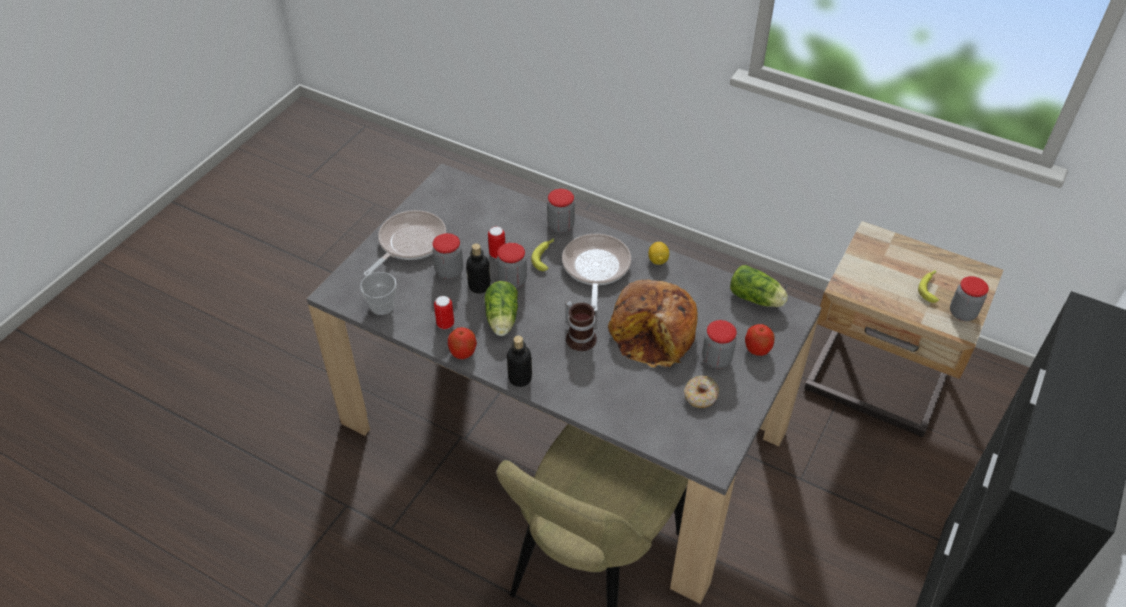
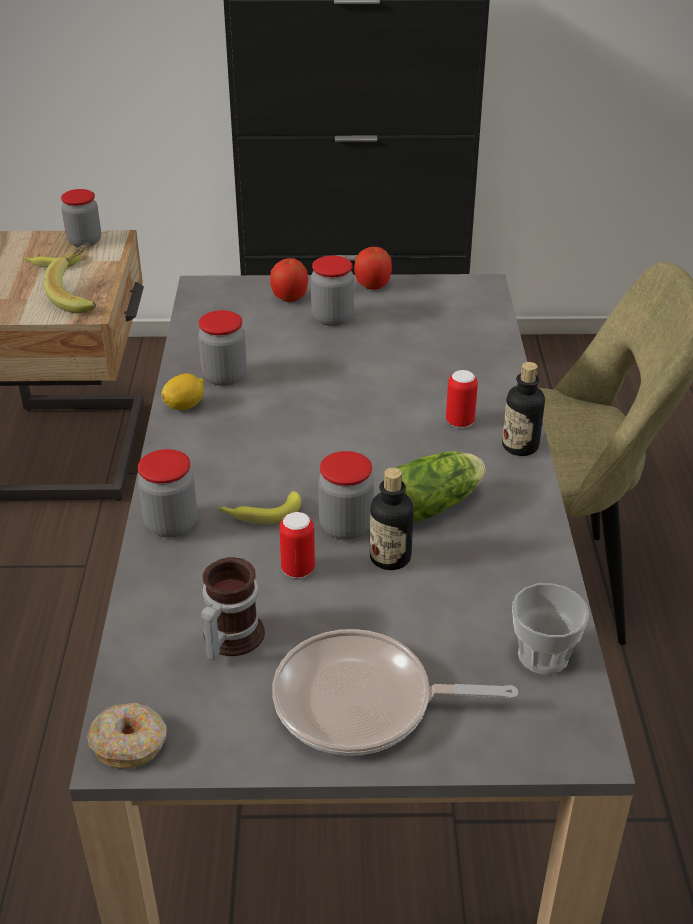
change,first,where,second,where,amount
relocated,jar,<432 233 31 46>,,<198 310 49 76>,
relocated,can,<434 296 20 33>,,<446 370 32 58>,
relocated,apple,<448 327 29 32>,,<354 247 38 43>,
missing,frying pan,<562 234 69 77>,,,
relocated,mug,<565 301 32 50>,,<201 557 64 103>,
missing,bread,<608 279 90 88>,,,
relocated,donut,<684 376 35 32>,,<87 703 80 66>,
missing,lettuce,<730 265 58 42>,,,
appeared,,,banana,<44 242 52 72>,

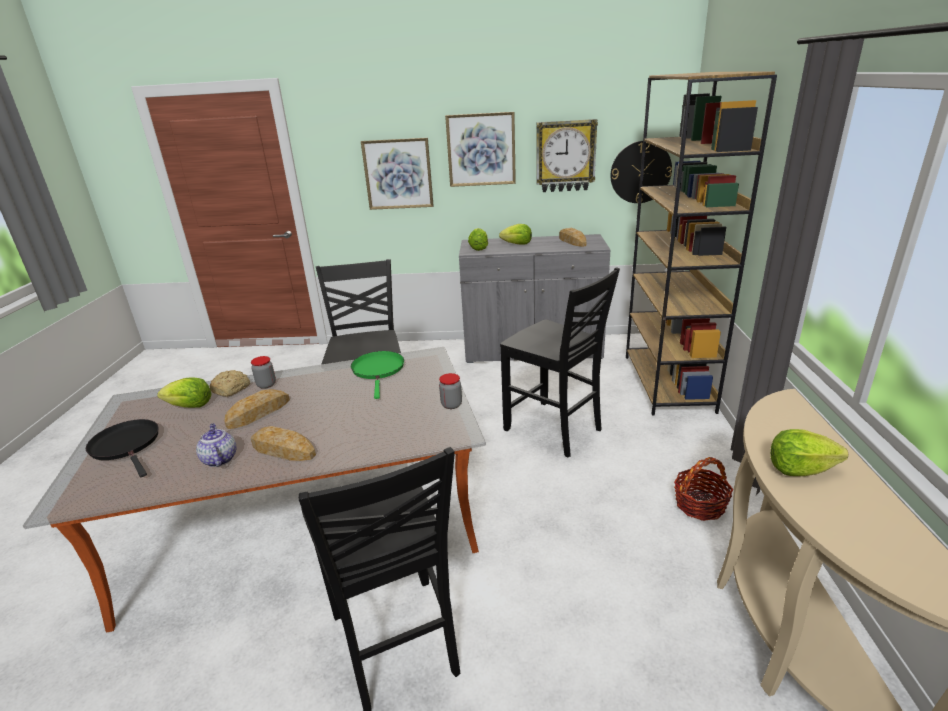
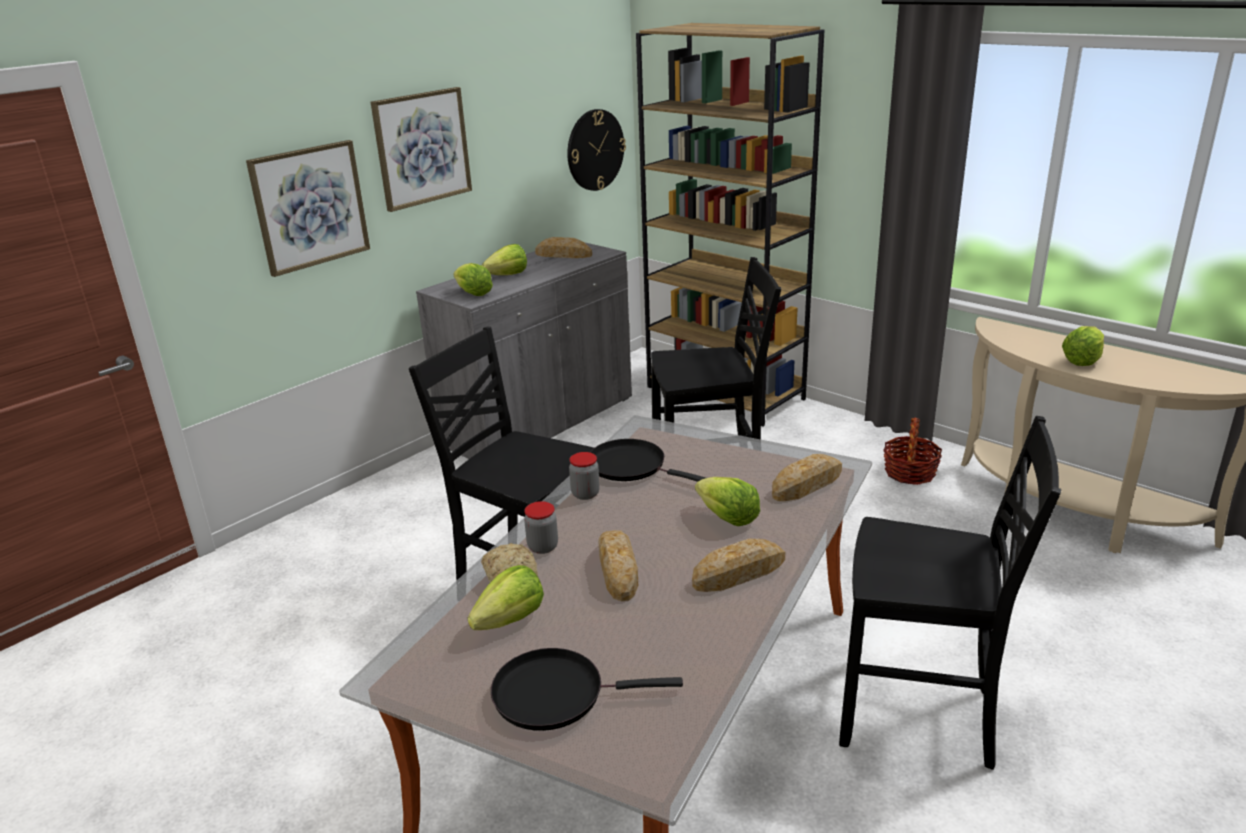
change,first,where,second,where,amount
missing,teapot,<196 423 41 44>,,,
colour,green frying pan,<351 351 53 48>,black frying pan,<590 439 116 43>,
relocated,jar,<439 373 23 36>,,<569 452 31 48>,
missing,wall clock,<536 119 62 73>,,,
appeared,,,lettuce,<695 477 65 49>,
appeared,,,bread,<772 454 70 47>,

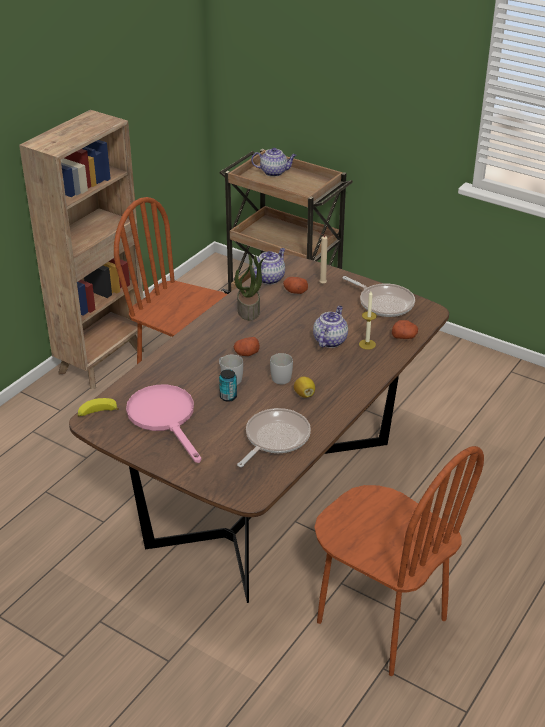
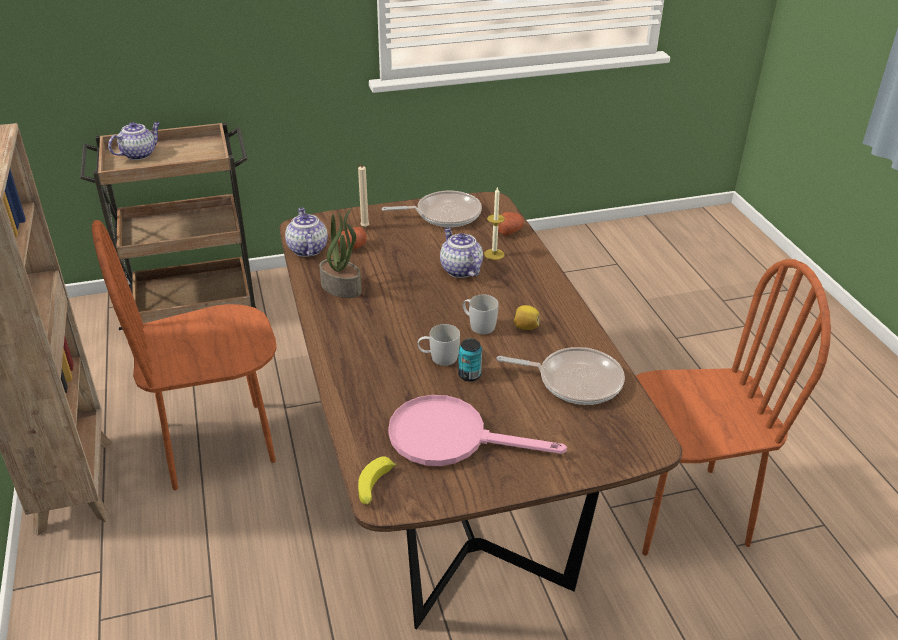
change,first,where,second,where,amount
missing,potato,<234 337 26 19>,,,
spun,frying pan,<237 408 74 59>,,<497 347 128 58>,120 degrees clockwise

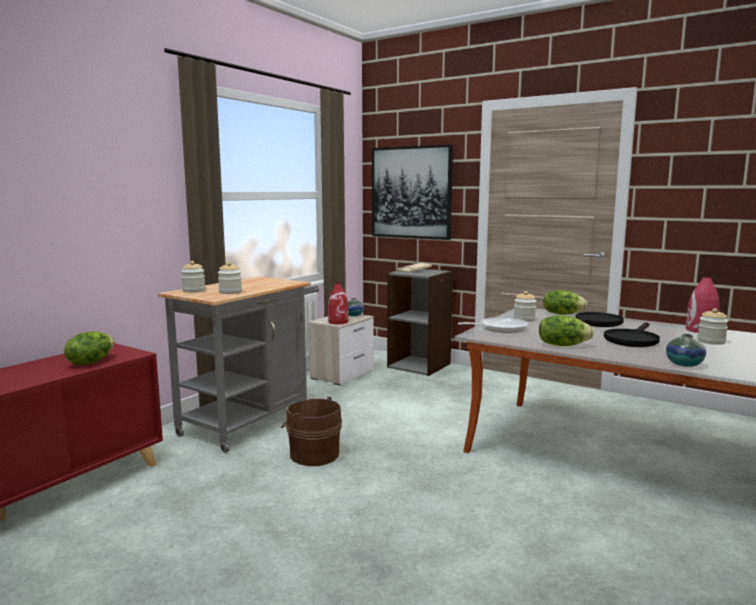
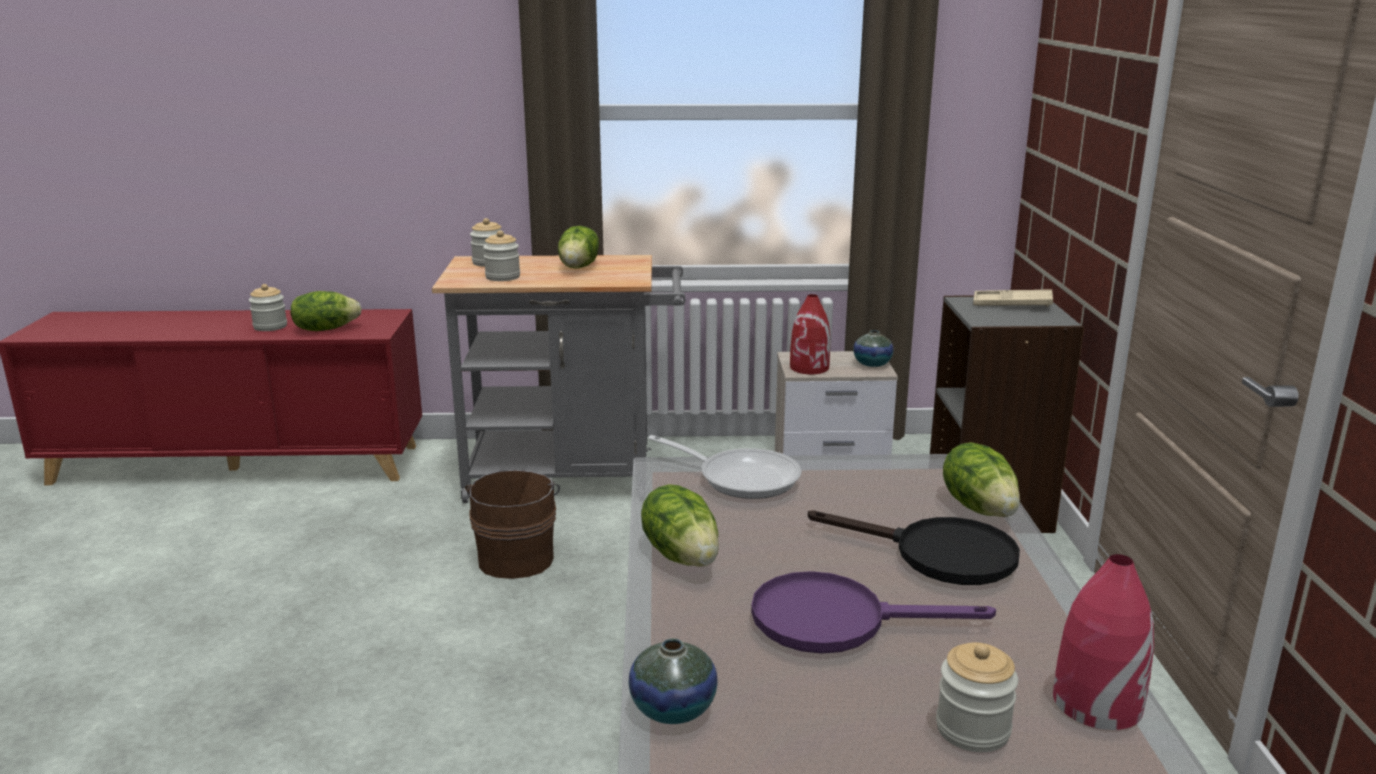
change,first,where,second,where,amount
missing,picture,<372 144 81 96>,,,
relocated,jar,<514 291 22 31>,,<249 284 38 47>,
colour,black frying pan,<604 322 56 25>,purple frying pan,<751 571 245 83>,
appeared,,,lettuce,<558 226 41 43>,

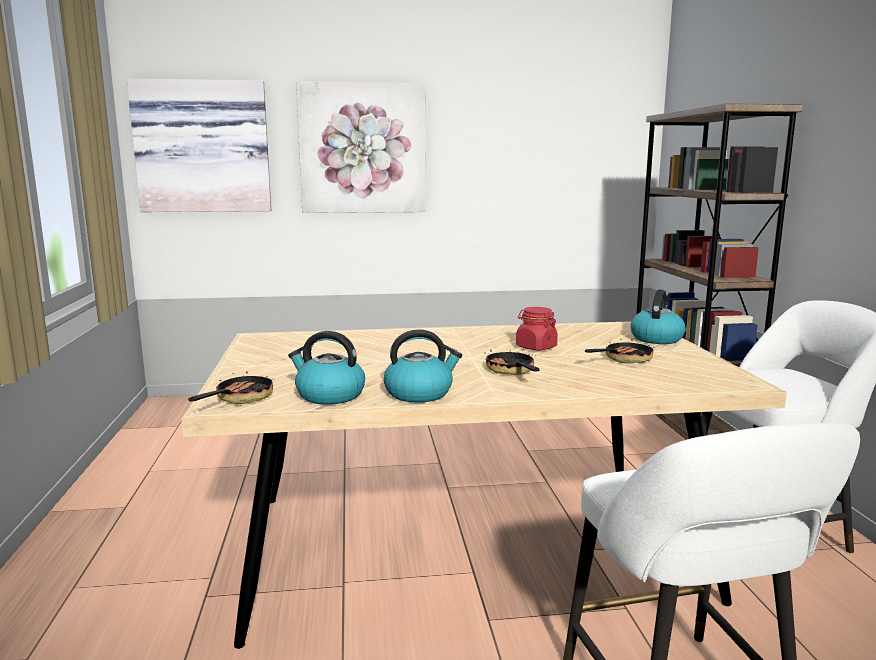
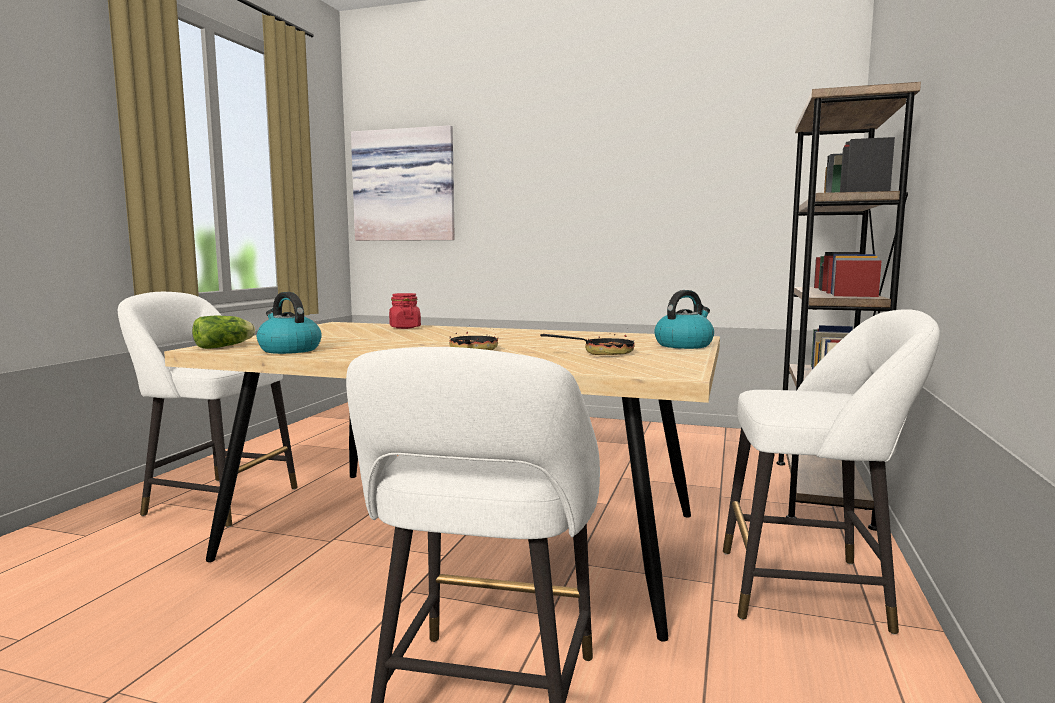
change,first,where,second,where,amount
exchanged,frying pan,<188 371 85 33>,lettuce,<192 316 63 33>,
missing,picture,<296 81 130 132>,,,
missing,kettle,<384 329 78 74>,,,
relocated,red jar,<516 307 42 43>,,<389 293 32 36>,
appeared,,,white stool,<118 292 180 235>,

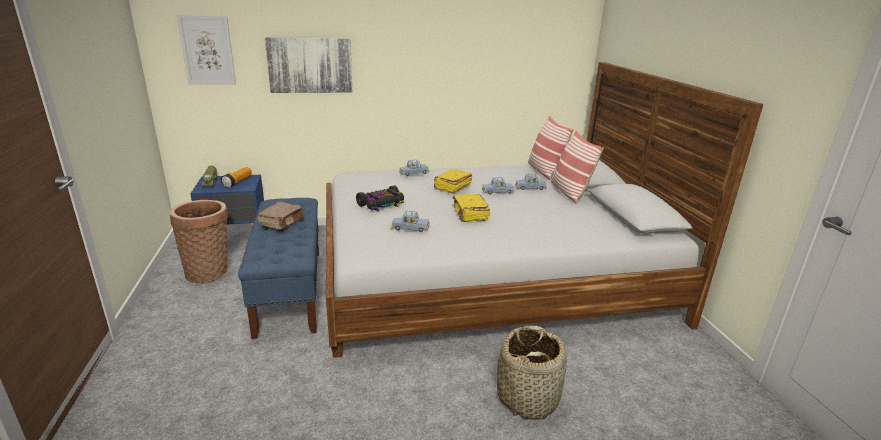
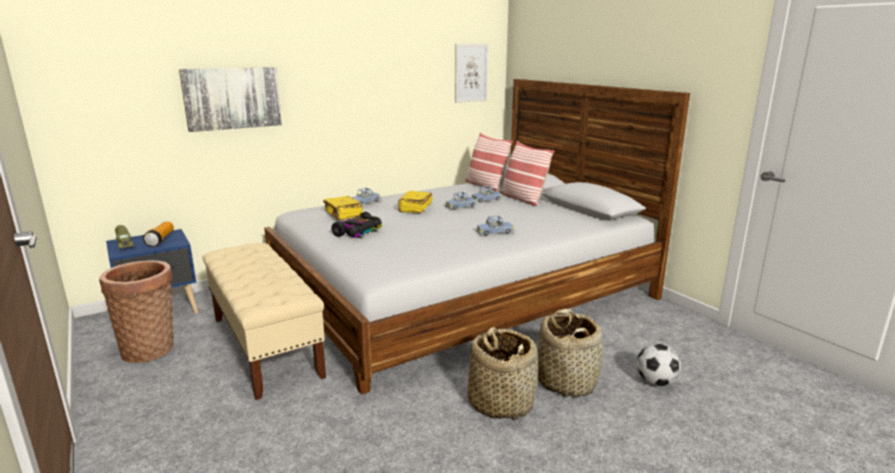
change,first,where,second,where,amount
relocated,picture,<177 15 59 70>,,<455 44 34 59>,
colour,blue bench,<238 198 81 141>,beige bench,<203 243 123 157>,
missing,brown book,<257 202 47 28>,,,
relocated,blue toy car,<391 211 39 21>,,<476 216 38 20>,
relocated,yellow book,<453 194 37 28>,,<323 196 40 24>,
appeared,,,basket,<467 327 71 92>,
appeared,,,football,<637 344 44 42>,

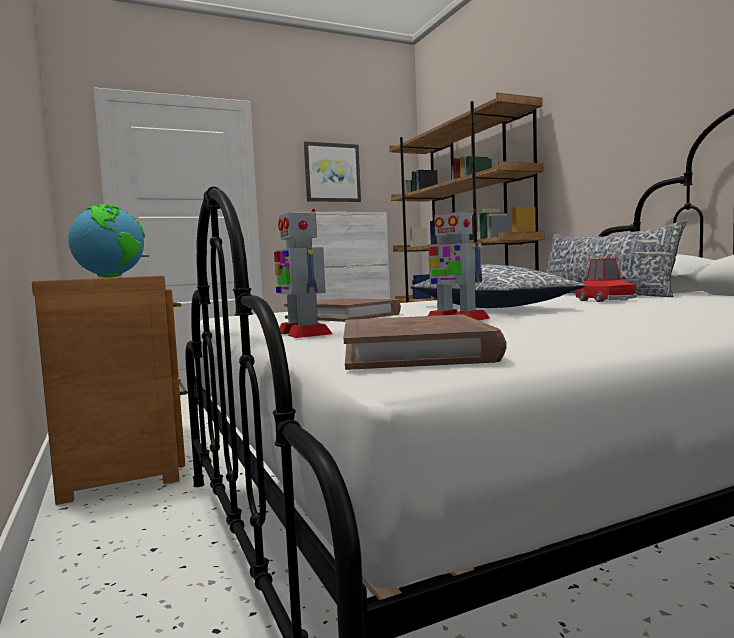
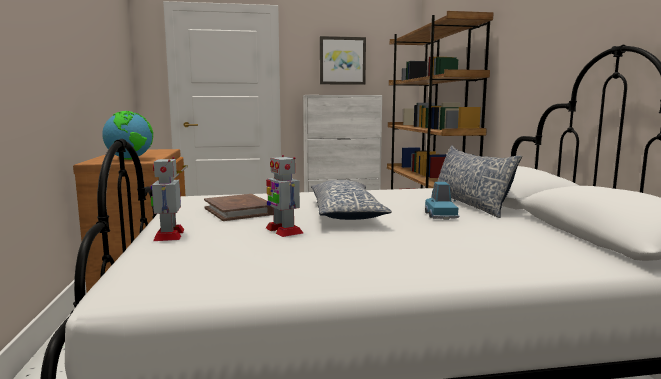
change,first,where,second,where,amount
missing,brown book,<343 315 164 55>,,,
colour,red toy car,<575 258 62 44>,blue toy car,<425 182 34 38>,

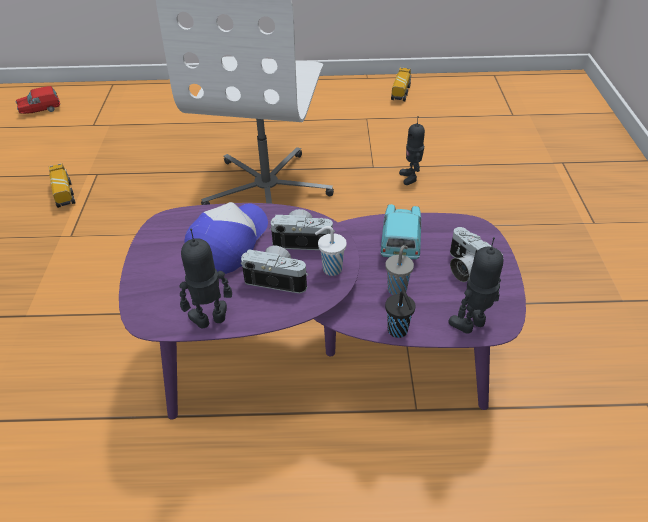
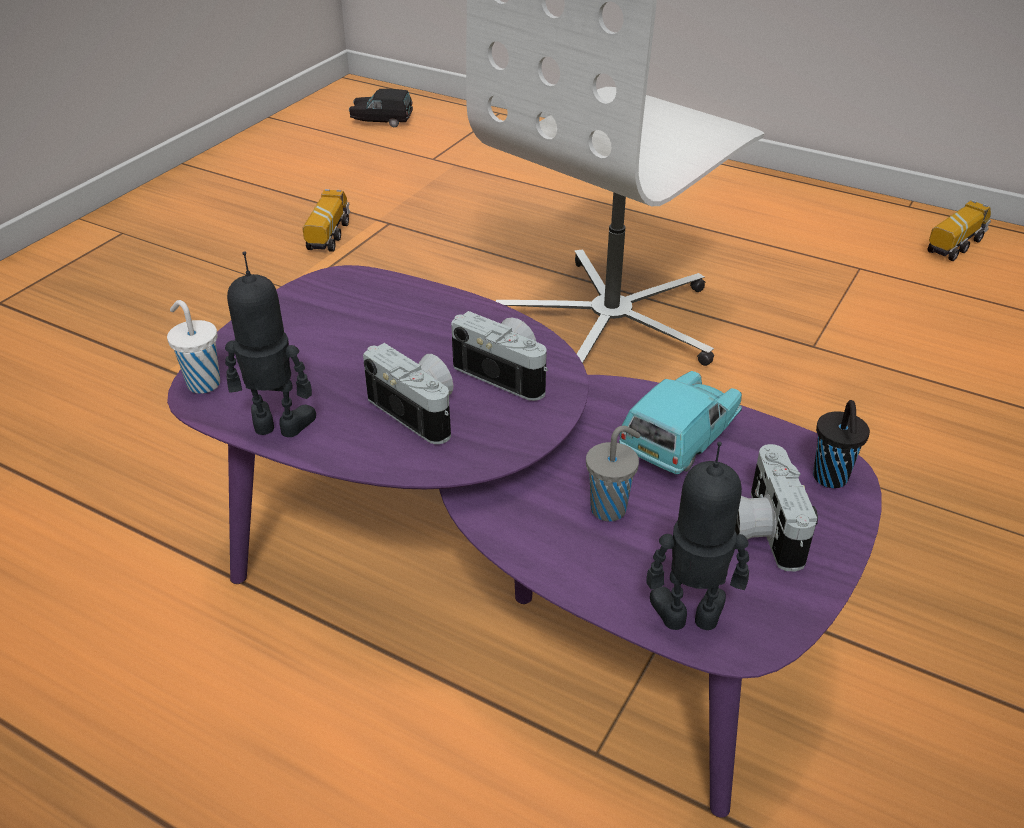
change,first,where,second,where,amount
colour,red toy car,<16 86 44 28>,black toy car,<349 89 64 38>,
missing,cap,<184 202 84 72>,,,
relocated,white cup,<315 226 32 50>,,<167 300 53 94>,
relocated,black cup,<385 291 31 47>,,<813 400 57 88>,
missing,toy robot,<399 116 26 69>,,,

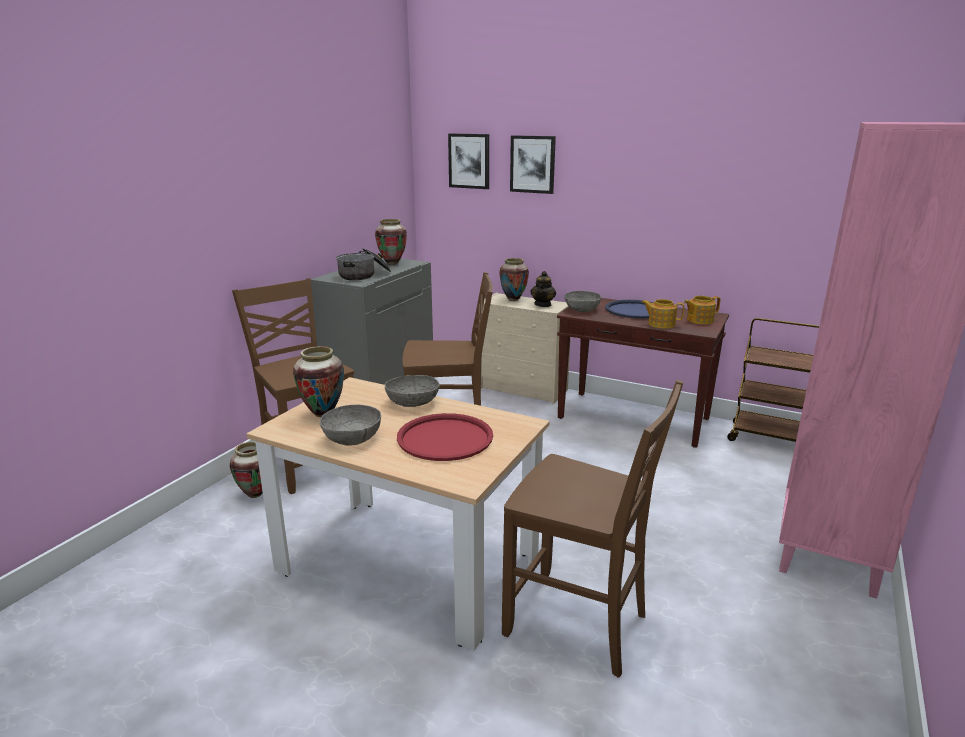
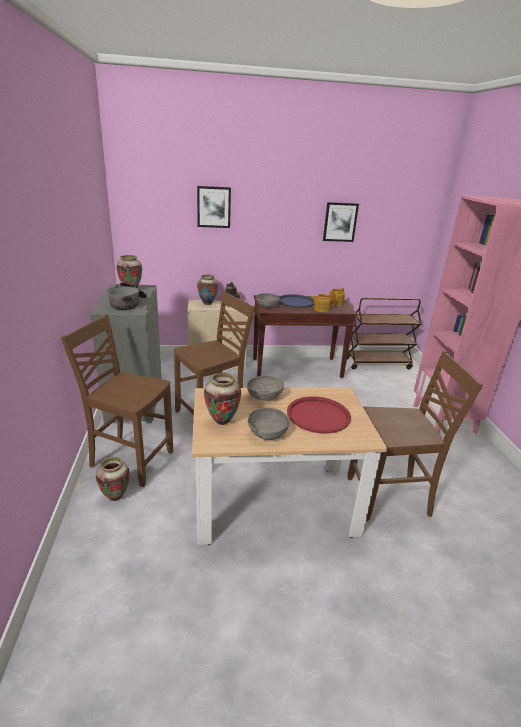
change,first,where,second,where,amount
relocated,picture,<448 134 41 55>,,<323 202 36 40>,

